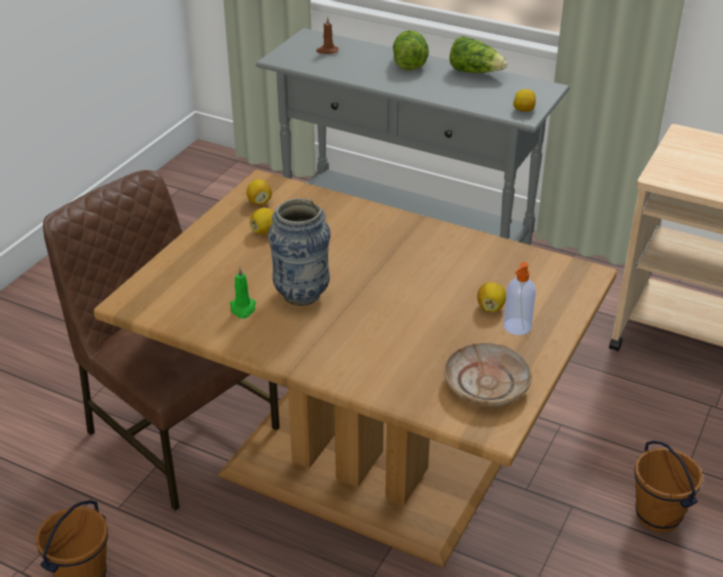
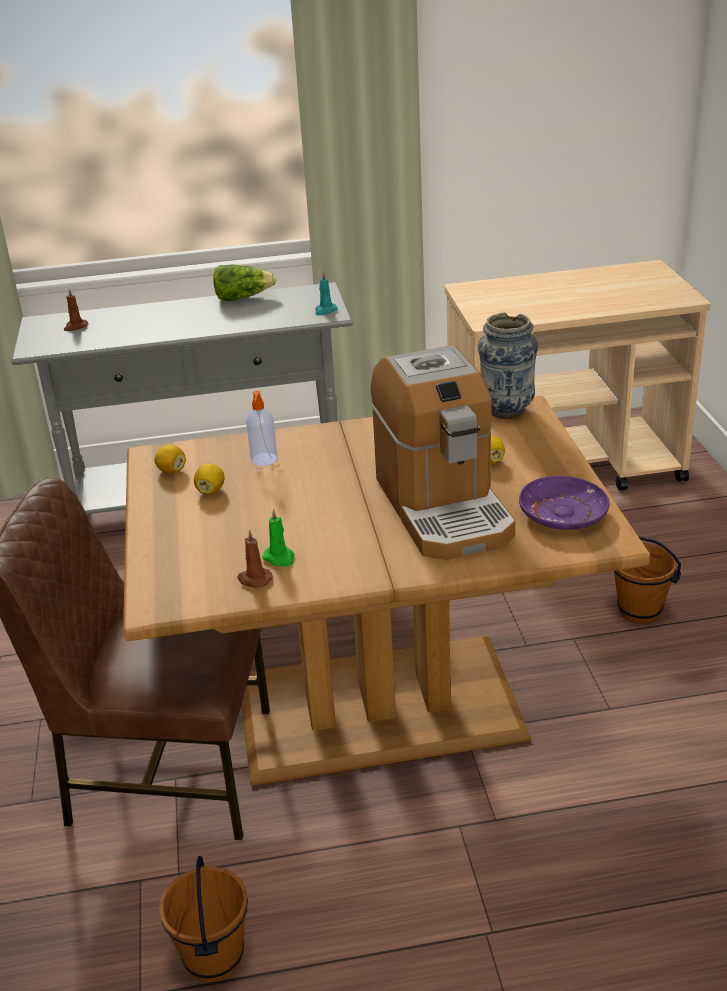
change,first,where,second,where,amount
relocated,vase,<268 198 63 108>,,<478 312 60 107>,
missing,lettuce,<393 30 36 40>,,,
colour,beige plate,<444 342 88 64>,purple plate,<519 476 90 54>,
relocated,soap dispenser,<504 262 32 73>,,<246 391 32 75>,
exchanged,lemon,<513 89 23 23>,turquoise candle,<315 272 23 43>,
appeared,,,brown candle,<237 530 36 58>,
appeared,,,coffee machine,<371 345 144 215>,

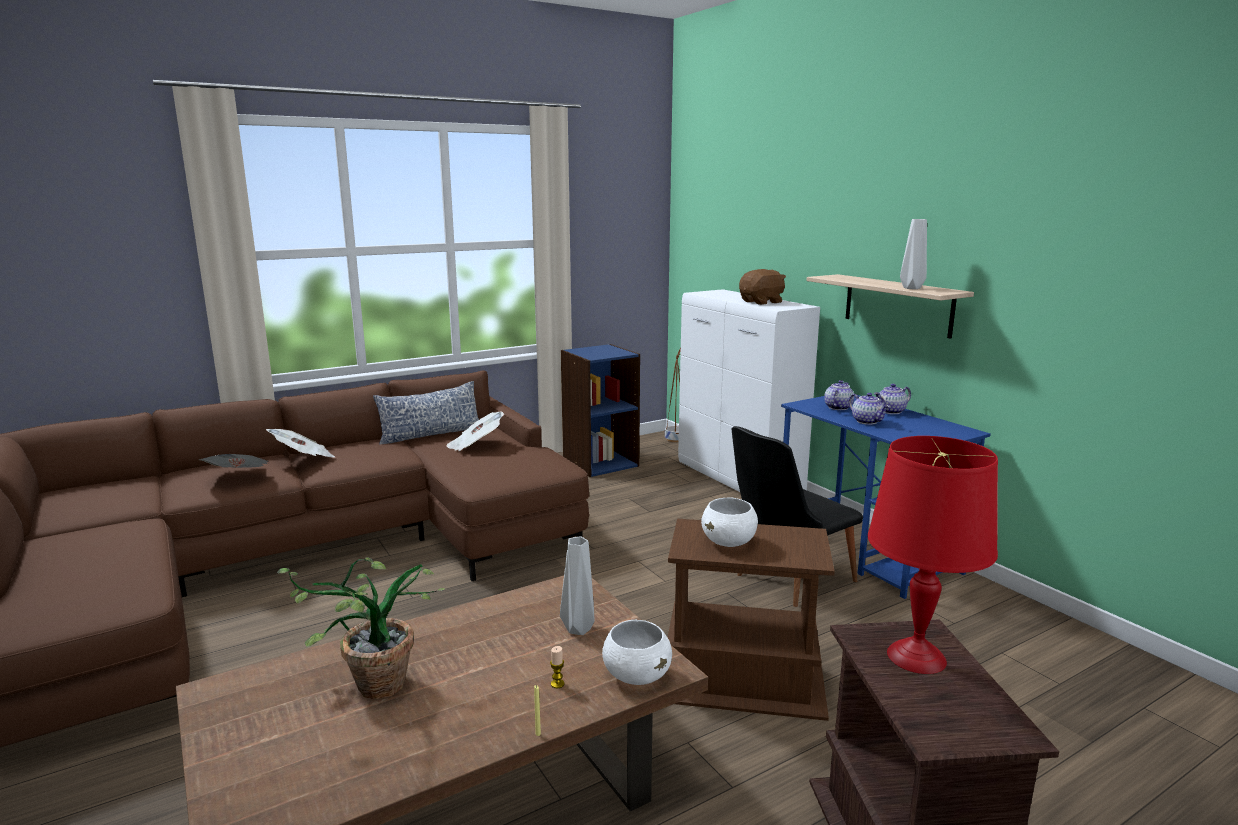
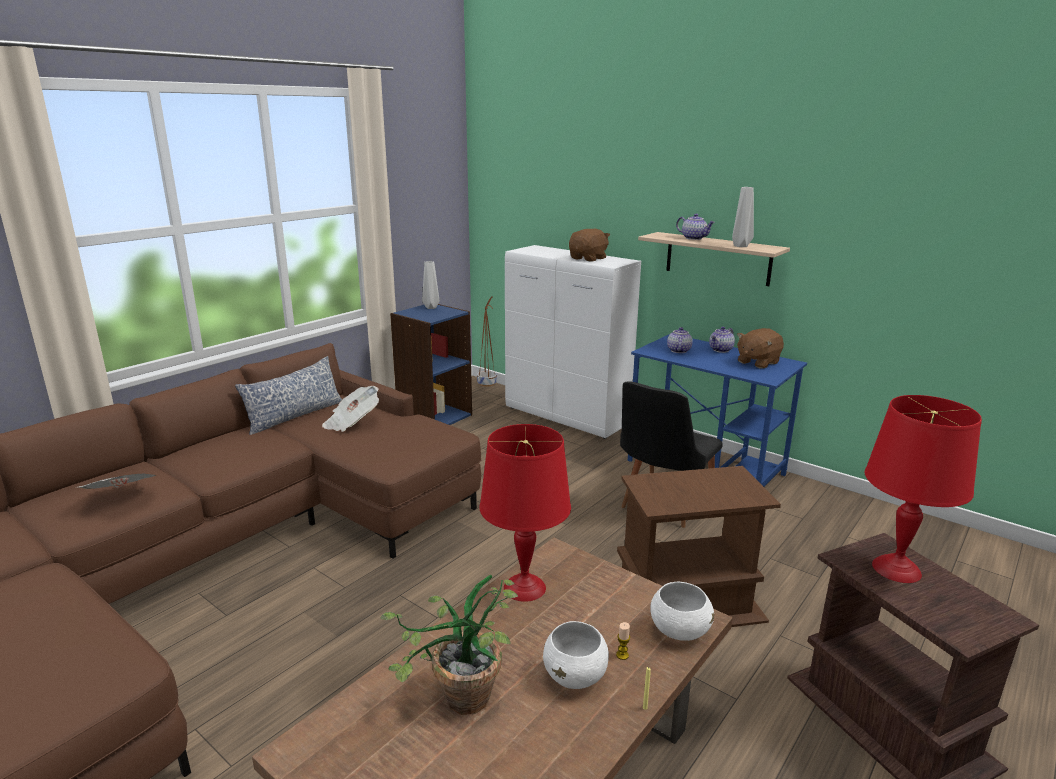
change,first,where,second,where,amount
missing,newspaper,<266 429 69 29>,,,
relocated,grey vase,<560 536 35 99>,,<422 261 17 48>,
relocated,white bowl,<701 497 57 50>,,<543 621 66 68>,
relocated,teapot,<849 393 41 32>,,<676 214 39 26>,
appeared,,,red table lamp,<479 424 92 178>,
appeared,,,brown plush toy,<737 328 47 41>,

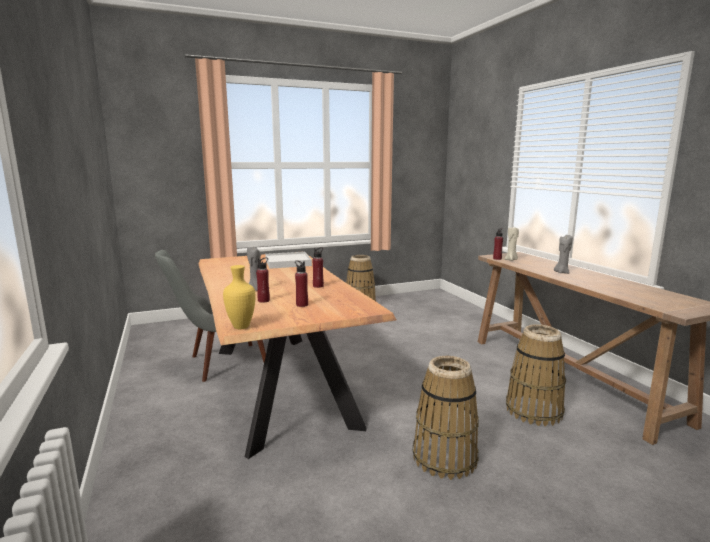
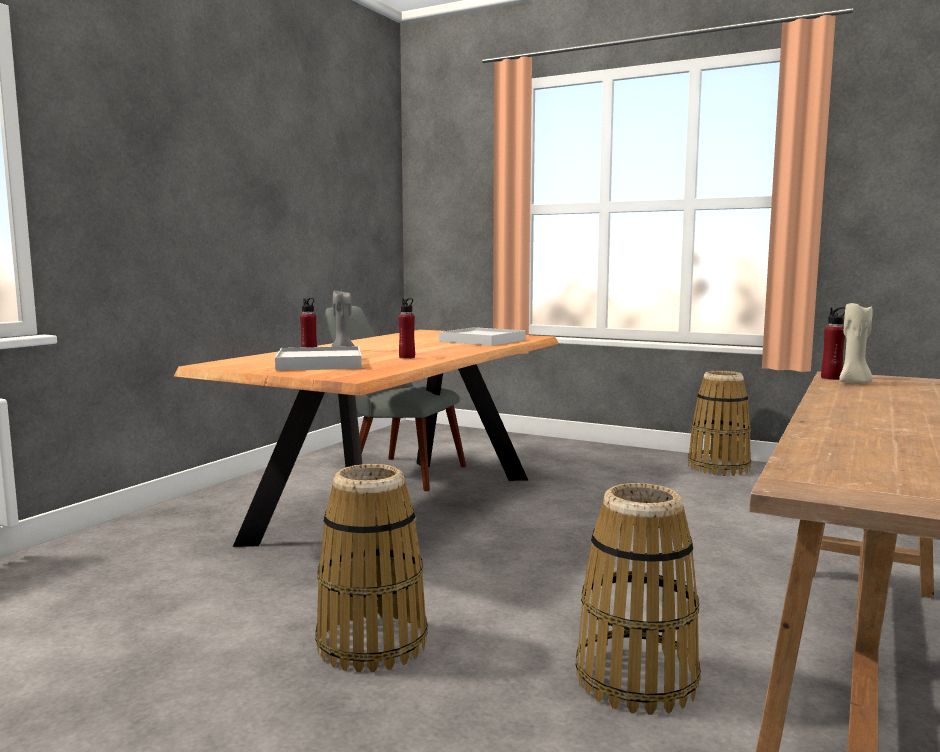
change,first,where,second,where,amount
missing,yellow vase,<223 265 32 64>,,,
exchanged,red bottle,<295 260 13 47>,white tray,<275 346 87 25>,
missing,grey candle,<554 235 19 39>,,,

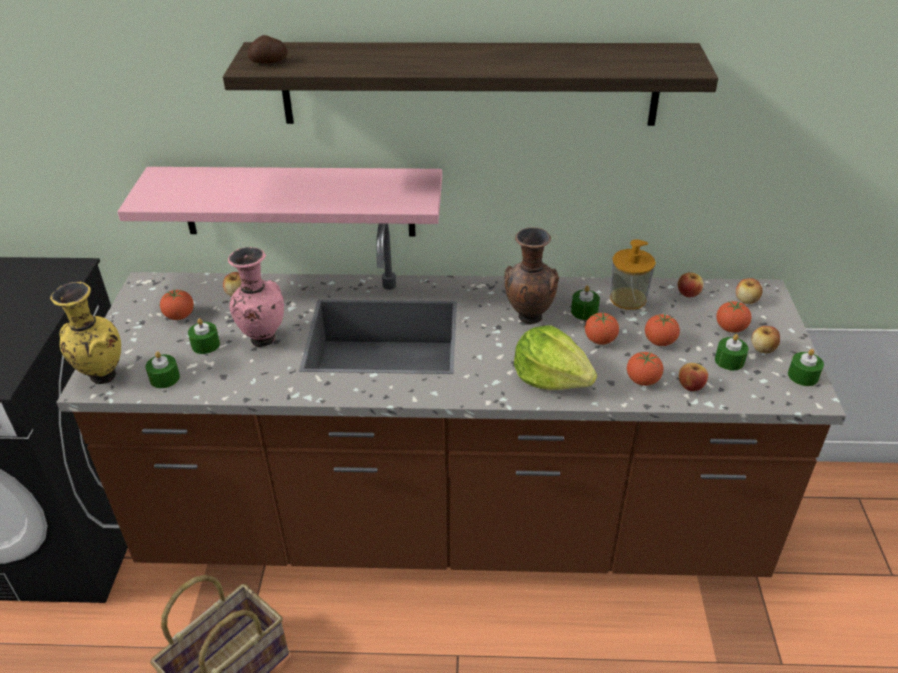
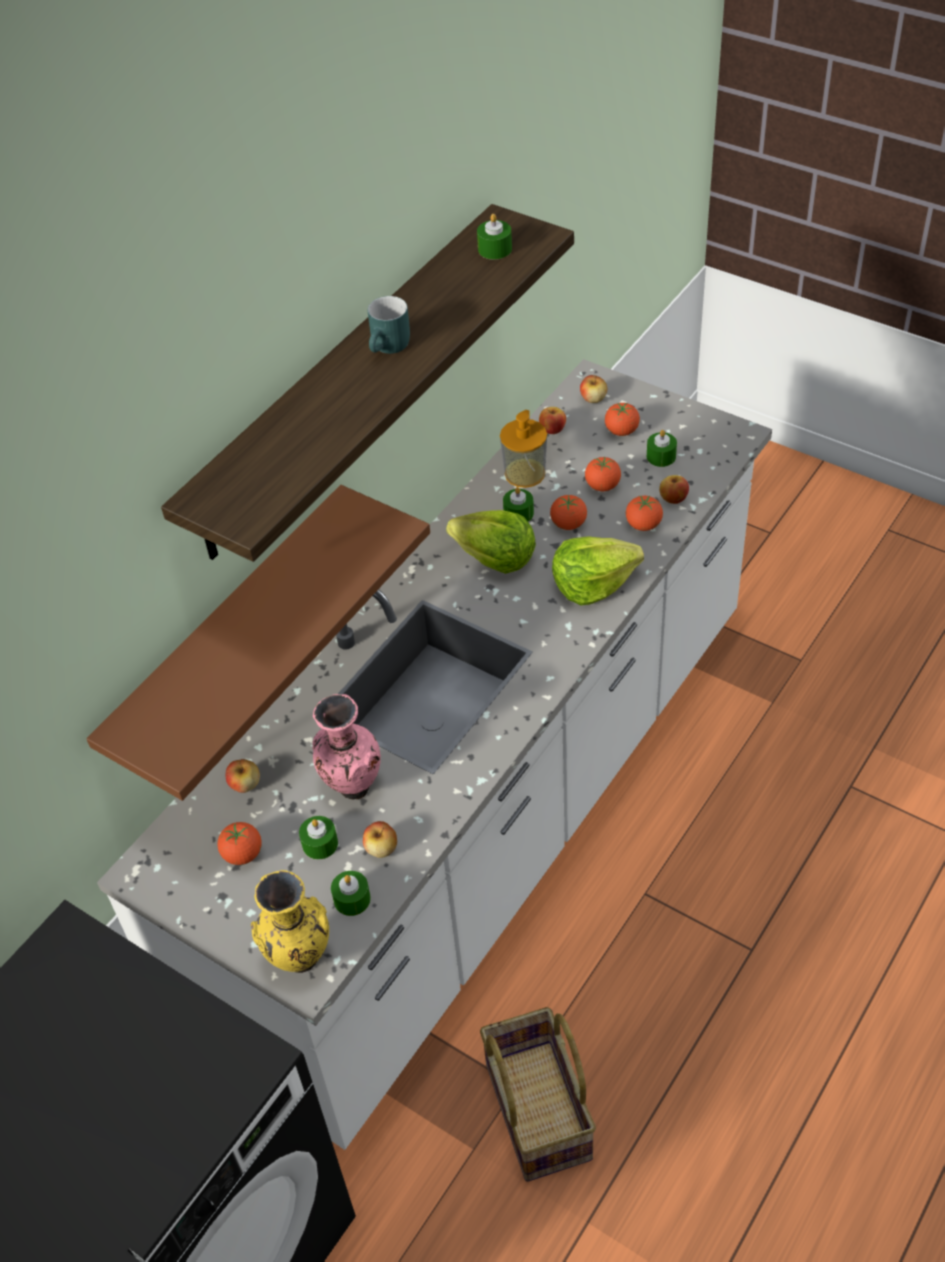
change,first,where,second,where,amount
colour,brown counter,<56 224 790 353>,white counter,<97 359 675 791>,
colour,pink shelf,<117 167 325 69>,brown shelf,<86 485 344 316>,
missing,potato,<248 35 40 28>,,,
exchanged,brown vase,<504 227 55 97>,lettuce,<446 510 90 64>,
relocated,apple,<751 326 29 27>,,<363 821 34 37>,
relocated,green candle,<788 349 36 37>,,<477 214 35 46>,
appeared,,,turquoise mug,<368 296 42 58>,

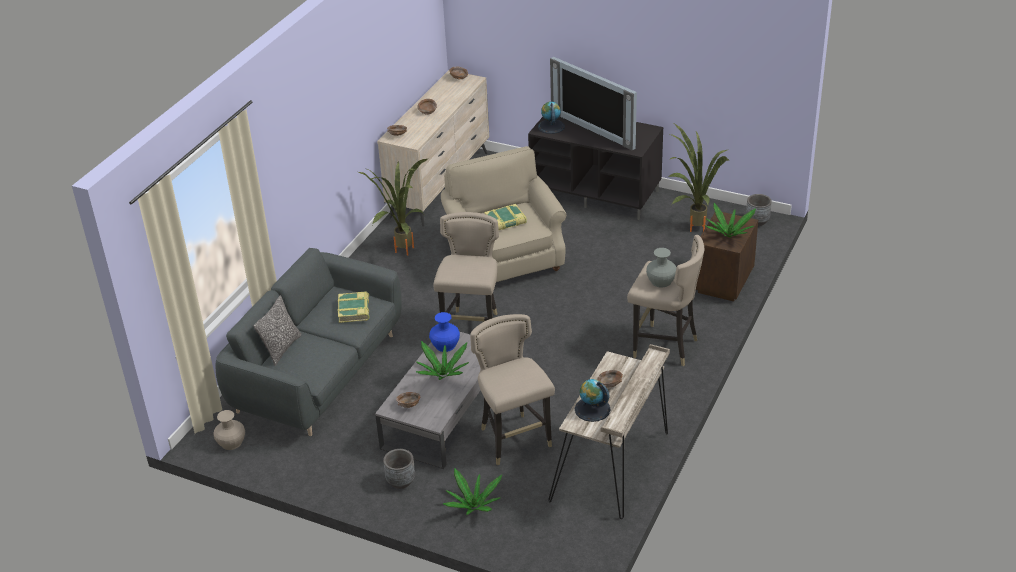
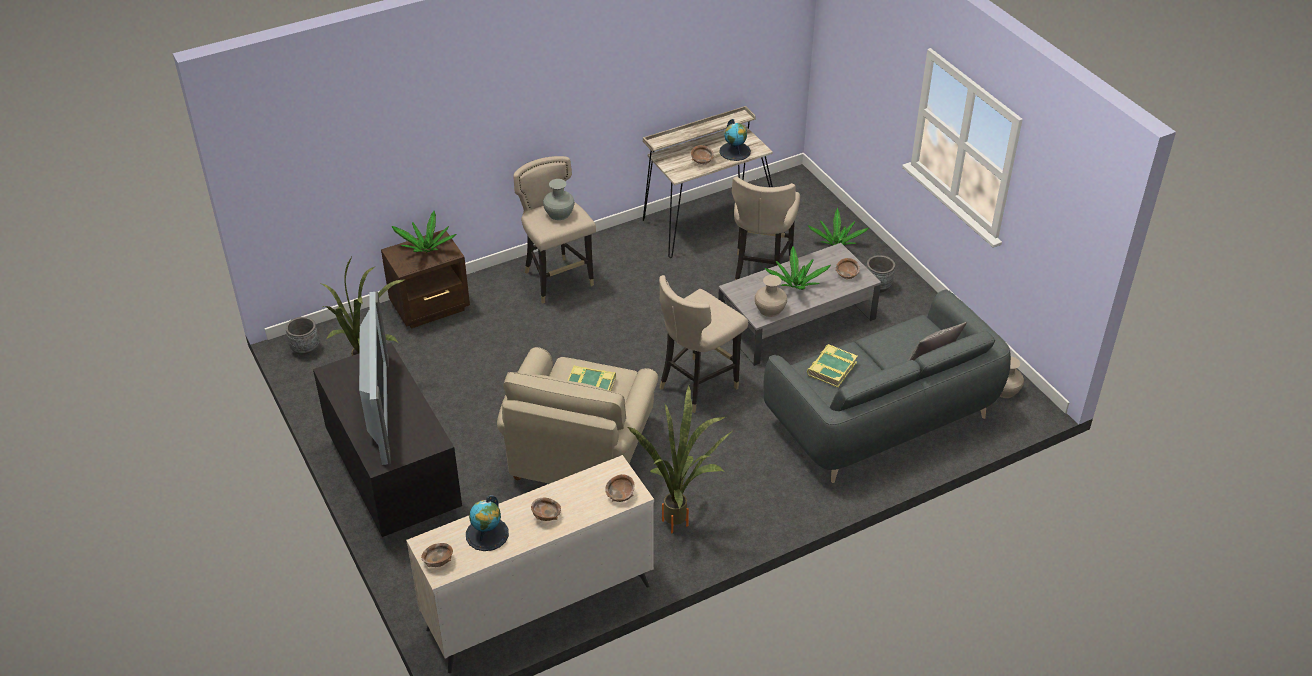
change,first,where,second,where,amount
colour,blue vase,<429 312 31 40>,beige vase,<755 275 32 42>,
relocated,globe,<538 101 27 33>,,<466 495 43 56>,

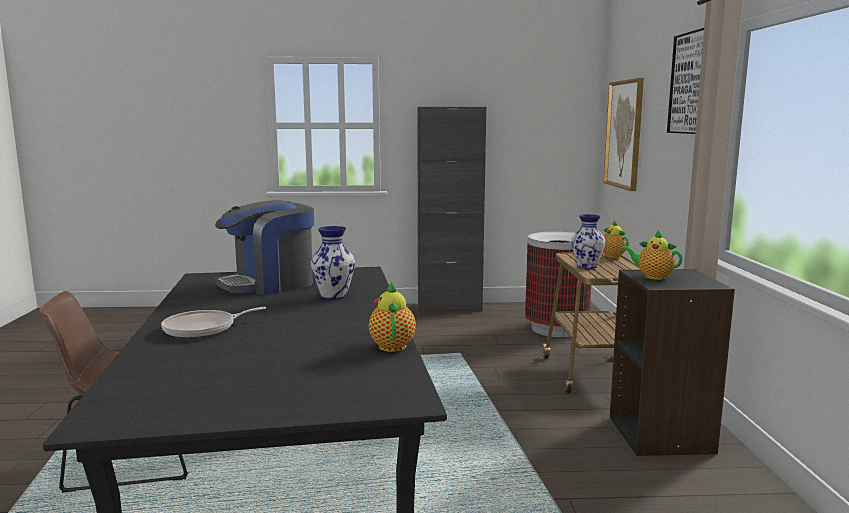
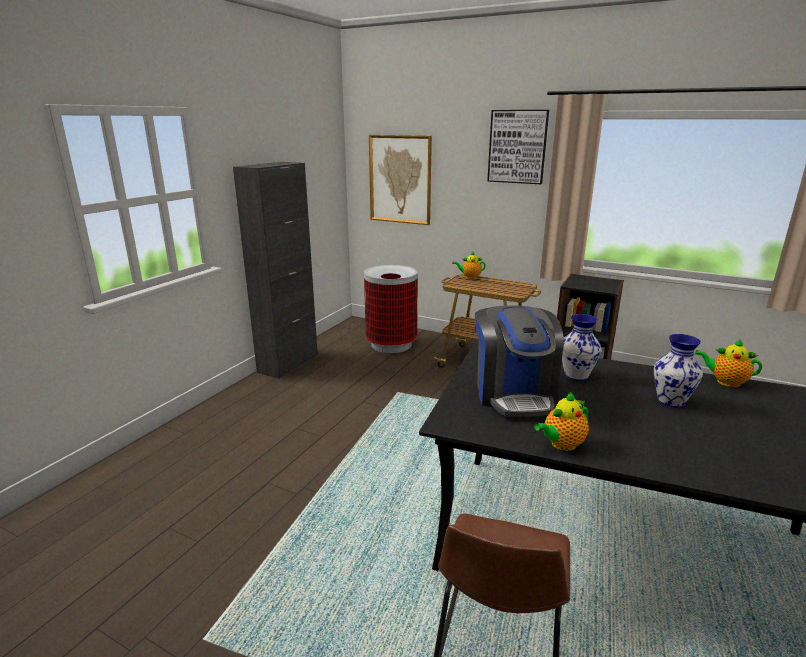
change,first,where,second,where,amount
missing,frying pan,<161 307 105 31>,,,
relocated,vase,<572 214 33 55>,,<654 334 49 73>,
relocated,teapot,<621 231 61 49>,,<534 392 55 59>,

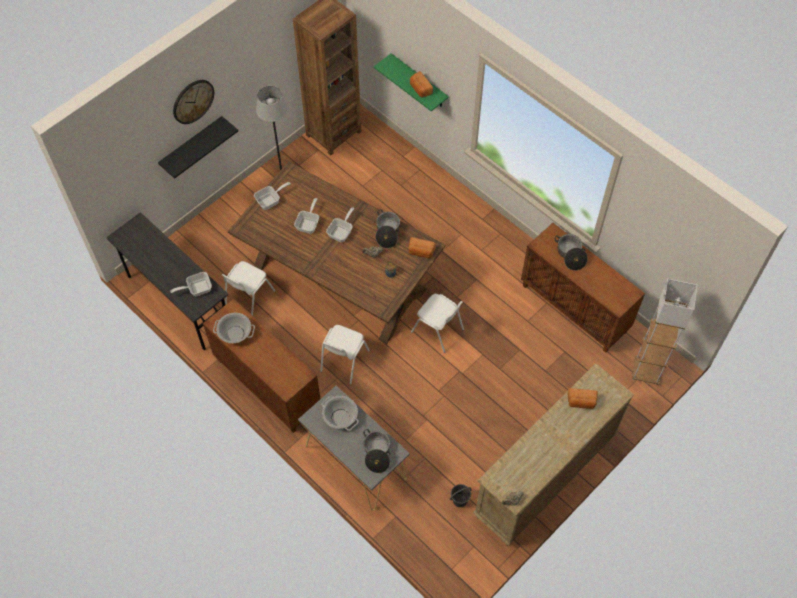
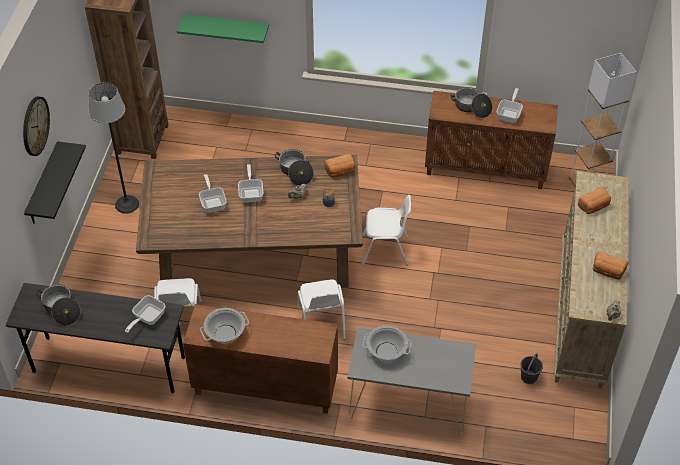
change,first,where,second,where,amount
relocated,frying pan,<254 182 37 28>,,<497 88 26 35>,
relocated,cooking pot,<363 429 27 44>,,<36 284 45 42>,
relocated,bread,<410 71 23 26>,,<593 251 35 29>,

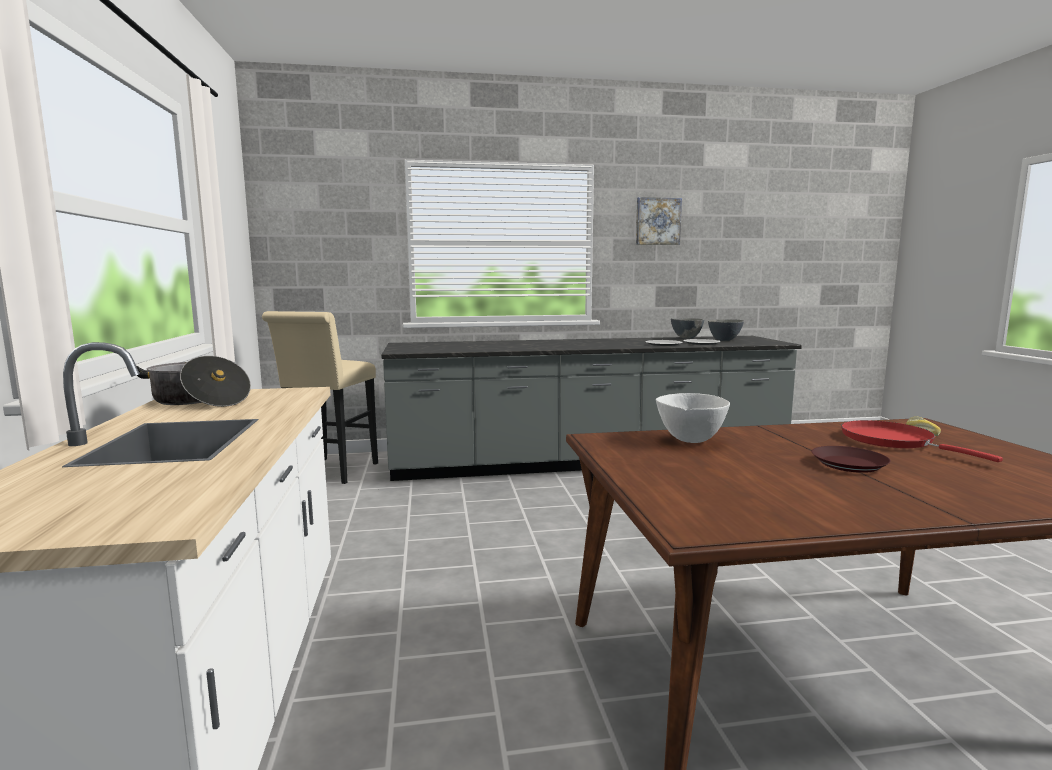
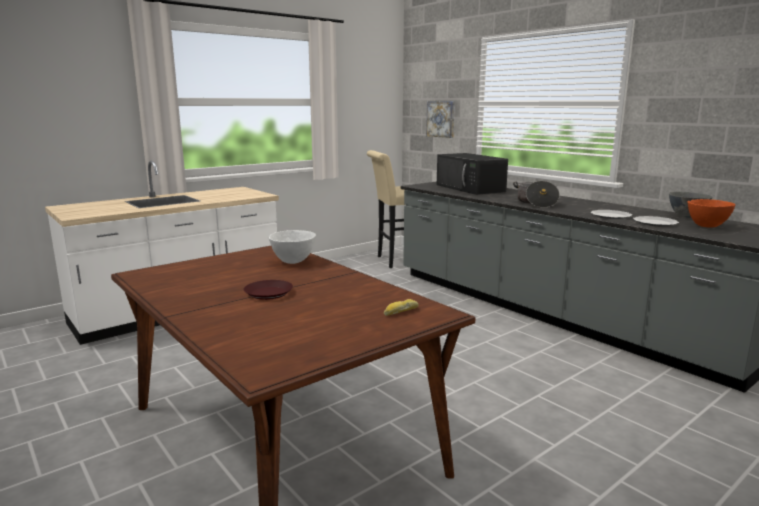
change,first,where,second,where,amount
relocated,cooking pot,<136 356 115 51>,,<513 181 47 27>,
relocated,picture,<636 197 46 48>,,<426 101 29 37>,
colour,grey bowl,<708 319 36 22>,orange bowl,<687 199 48 29>,
missing,red frying pan,<841 420 162 42>,,,
appeared,,,black microwave,<437 153 71 42>,

